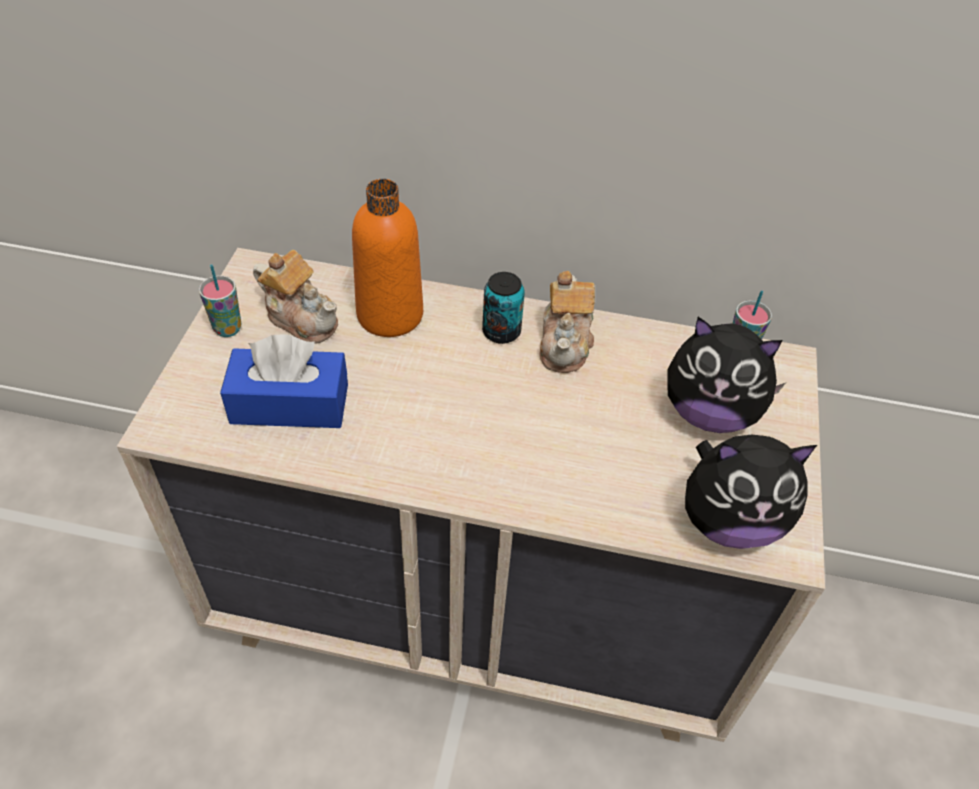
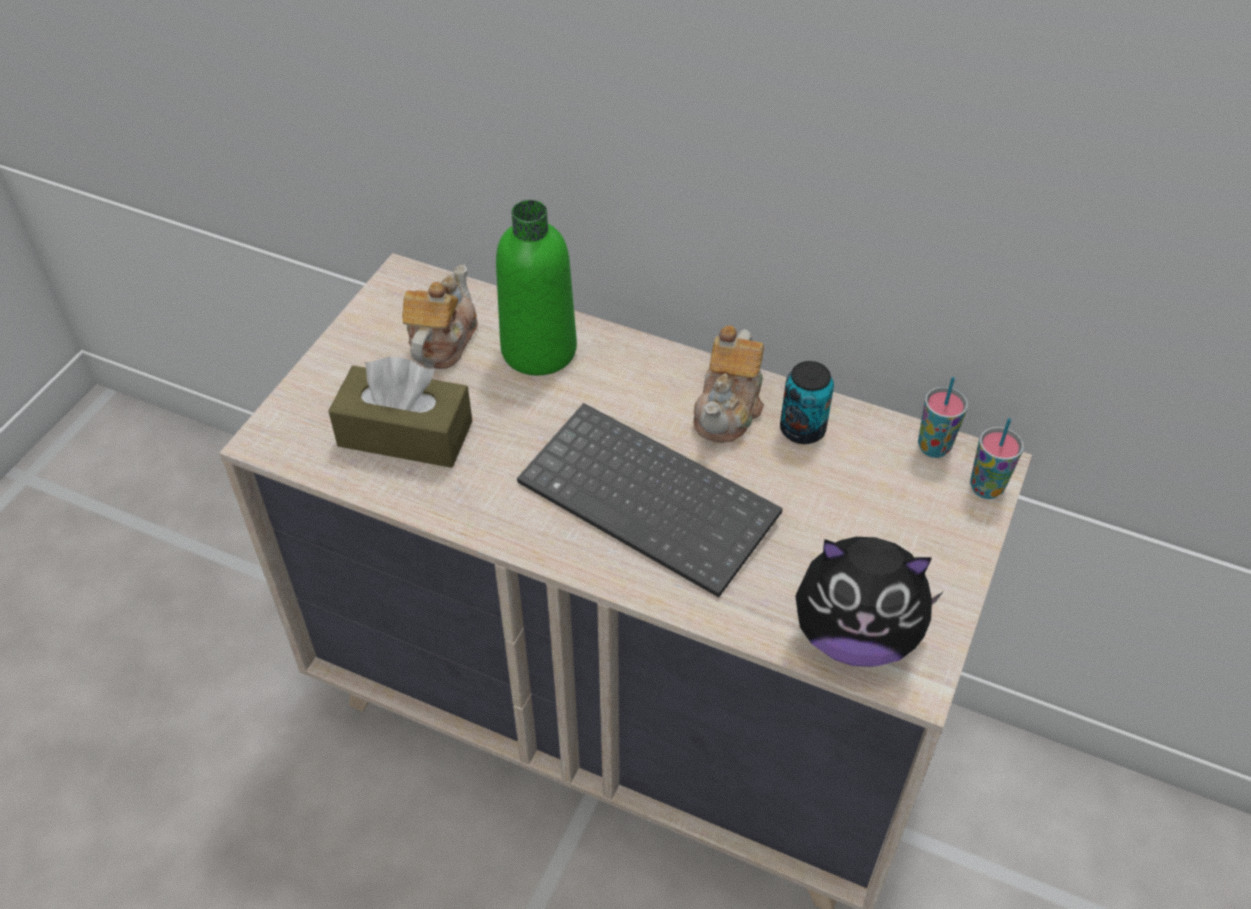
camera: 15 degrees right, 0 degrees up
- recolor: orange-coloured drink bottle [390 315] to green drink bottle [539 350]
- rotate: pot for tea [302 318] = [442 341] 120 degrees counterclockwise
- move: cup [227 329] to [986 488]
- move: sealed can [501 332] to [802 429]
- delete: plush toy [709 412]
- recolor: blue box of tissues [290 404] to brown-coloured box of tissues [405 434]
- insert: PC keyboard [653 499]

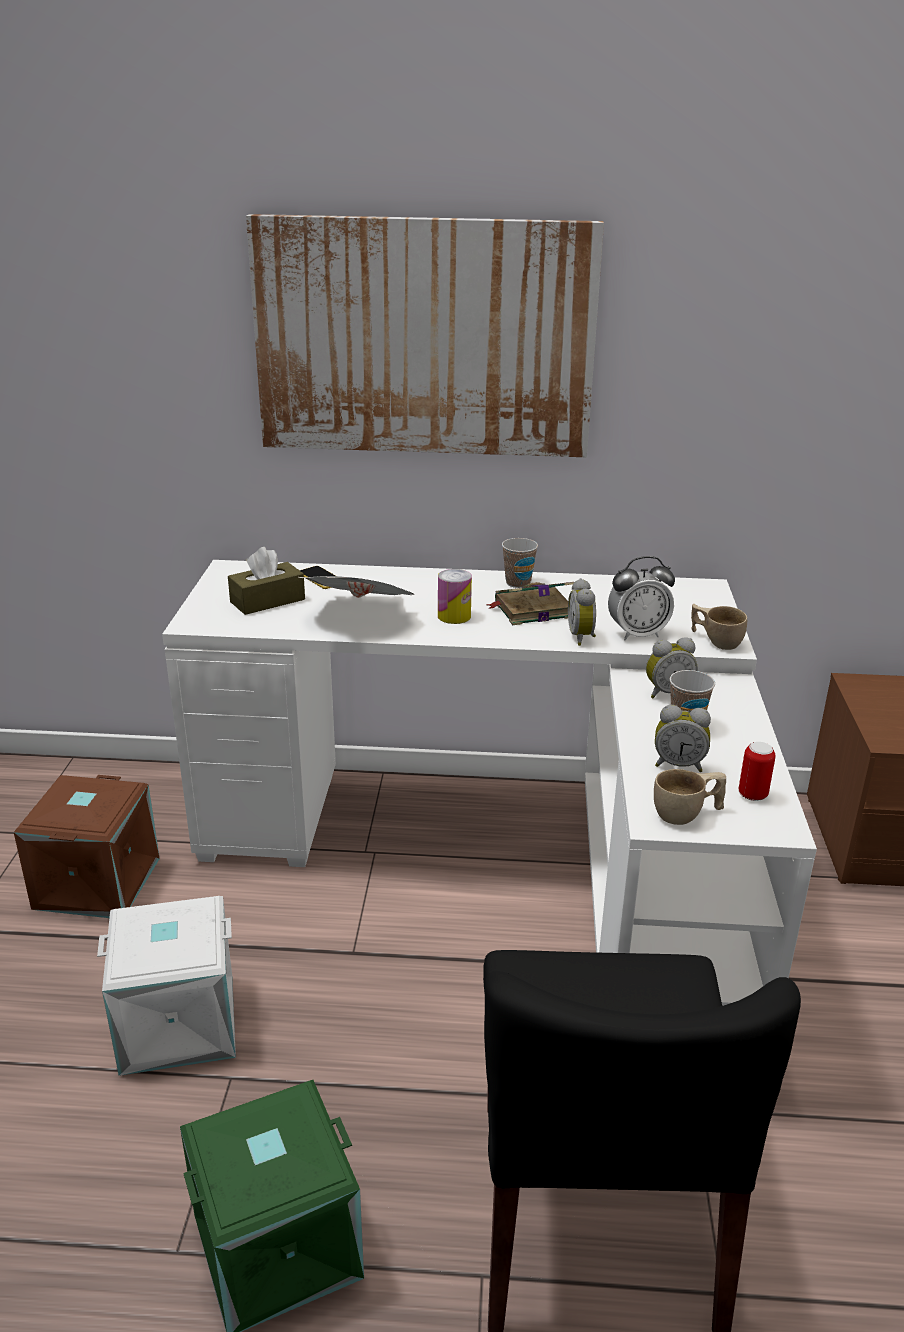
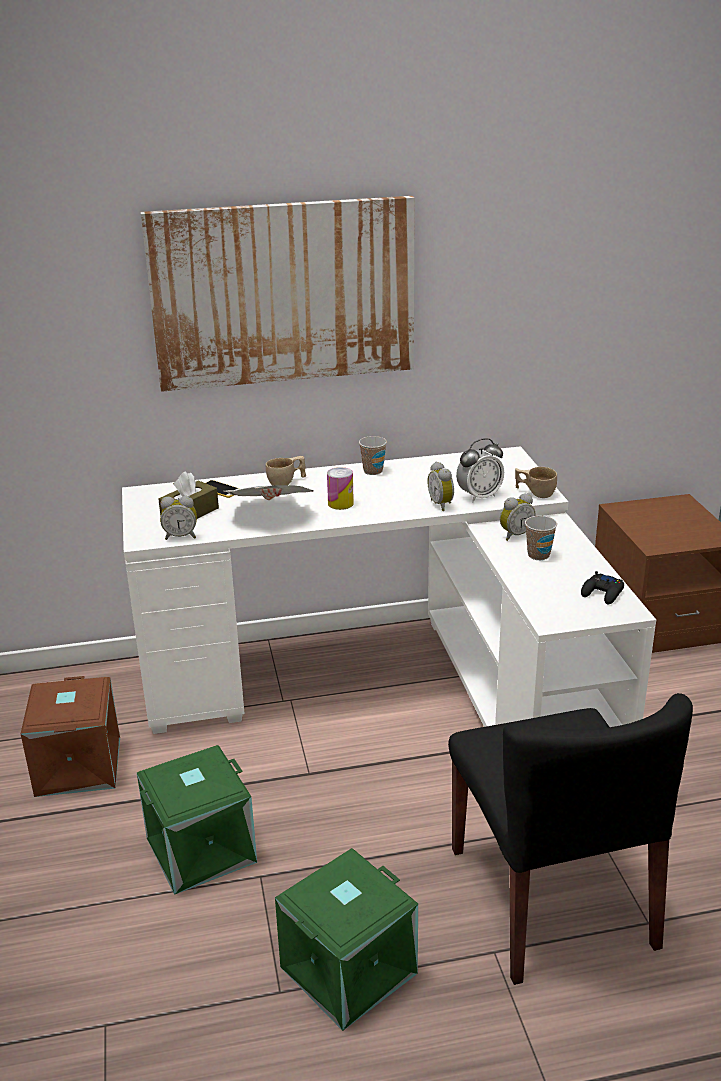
camera: 15 degrees left, 0 degrees up
- delete: book [531 610]
- move: alarm clock [678 764] to [181 536]
- replace: sealed can [752 795] to black-coloured joypad [602 593]
- move: sand-coloured cup [687 814] to [287 482]
- recolor: whitish storage container [177 1025] to green storage container [201 851]

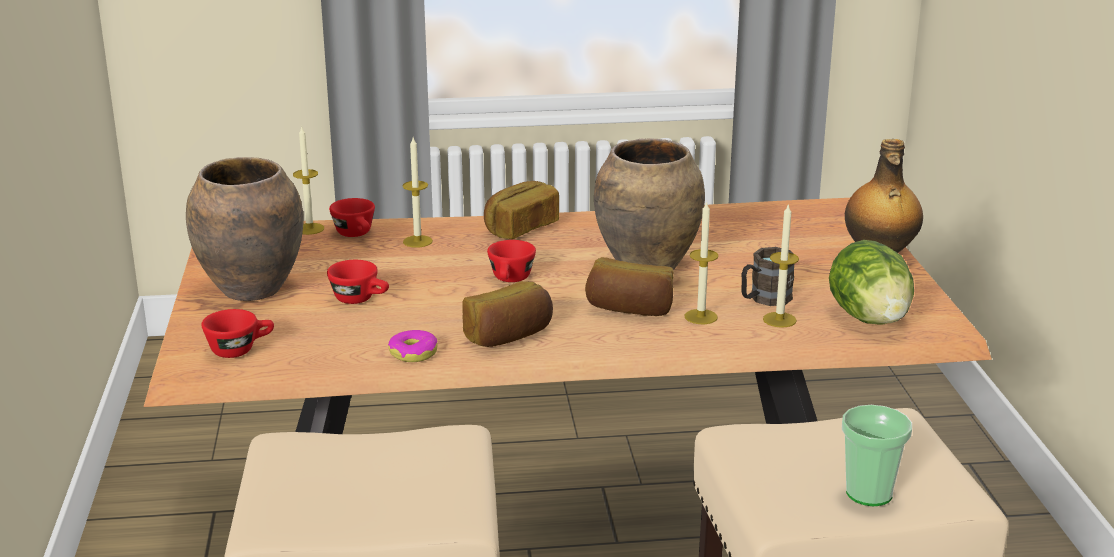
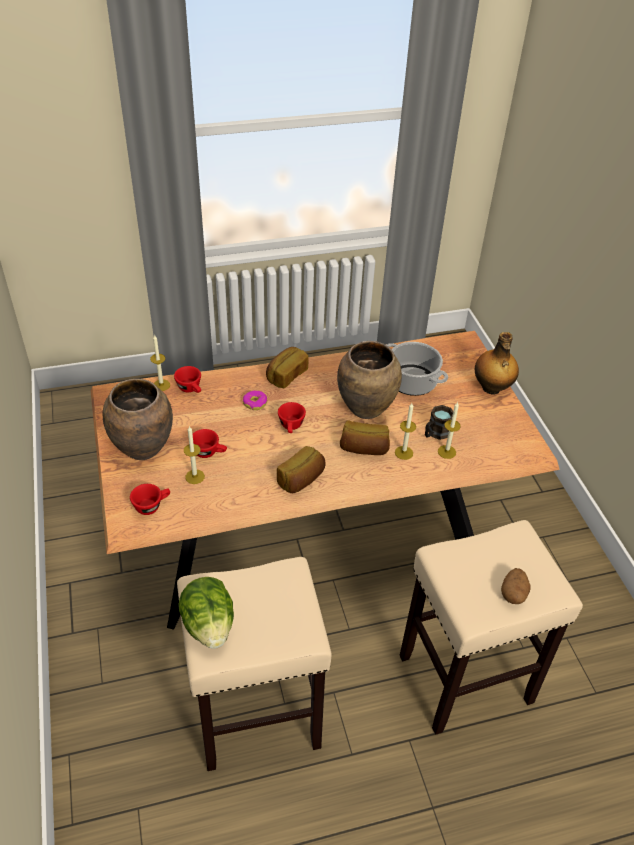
camera: 10 degrees left, 20 degrees up
- move: wax candle [417 241] to [195 476]
- move: head of lettuce [870 319] to [209 625]
- move: doughnut [413 353] to [255 403]
- replace: cup [869 493] to whole potato [513 593]
- insert: stockpot [411 382]

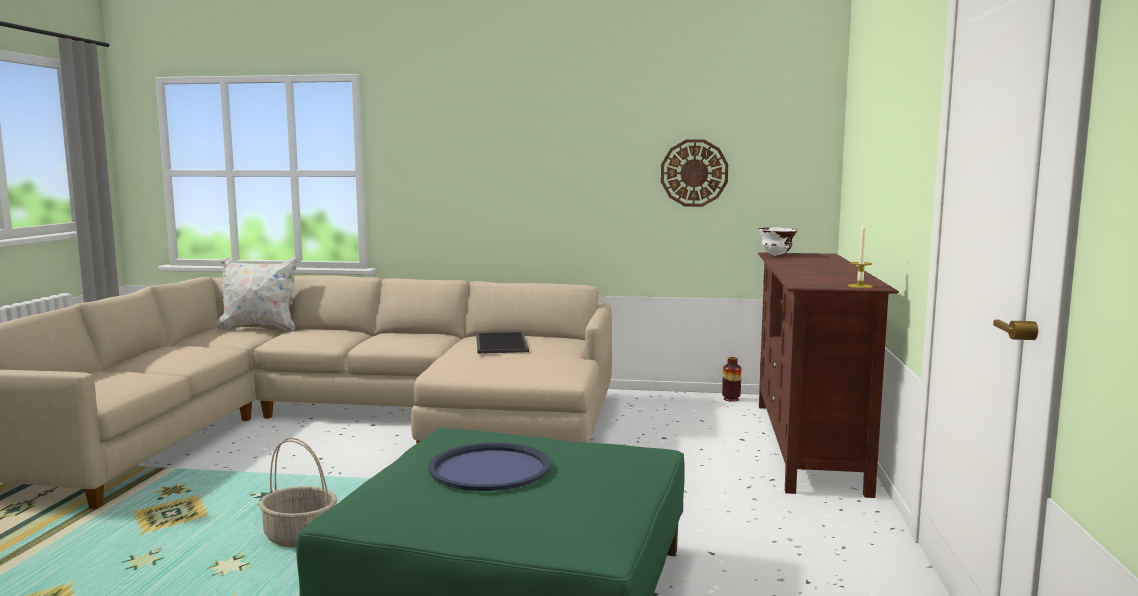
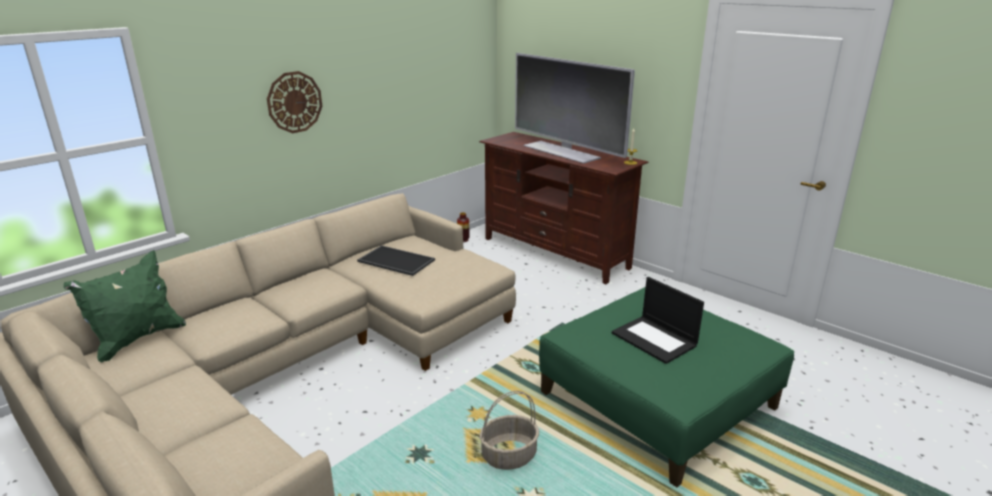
camera: 55 degrees left, 15 degrees up
- move: clock on the wall [694 173] to [294 102]
- delete: whitish serving bowl [777 255]
- recolor: whitish pillow [259 328] to green pillow [137 339]
- replace: blue carrying tray [490 468] to laptop [655 339]
- insert: TV set [562 151]

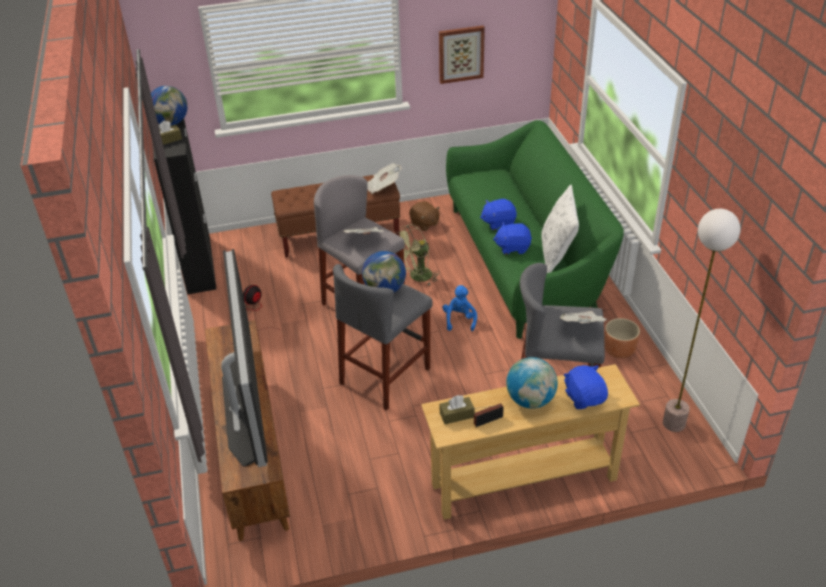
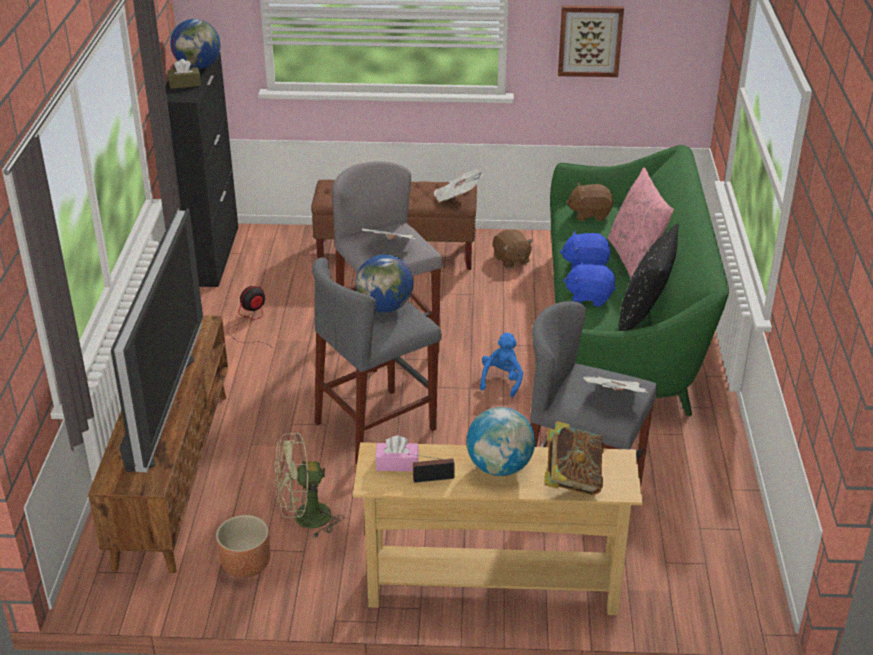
camera: 15 degrees right, 5 degrees down
- recolor: whitish pillow [557 255] to black-coloured pillow [644 316]
- delete: standing lamp [674 423]
- move: green fan [417 277] to [304 519]
- move: brown-coloured planter [619 351] to [246 566]
- replace: blue plush toy [584 397] to book [572 479]
- recolor: brown-coloured box of tissues [456 415] to pink-coloured box of tissues [397 464]
- insert: pink-coloured pillow [635 259]
- insert: brown-coloured plush toy [589 214]

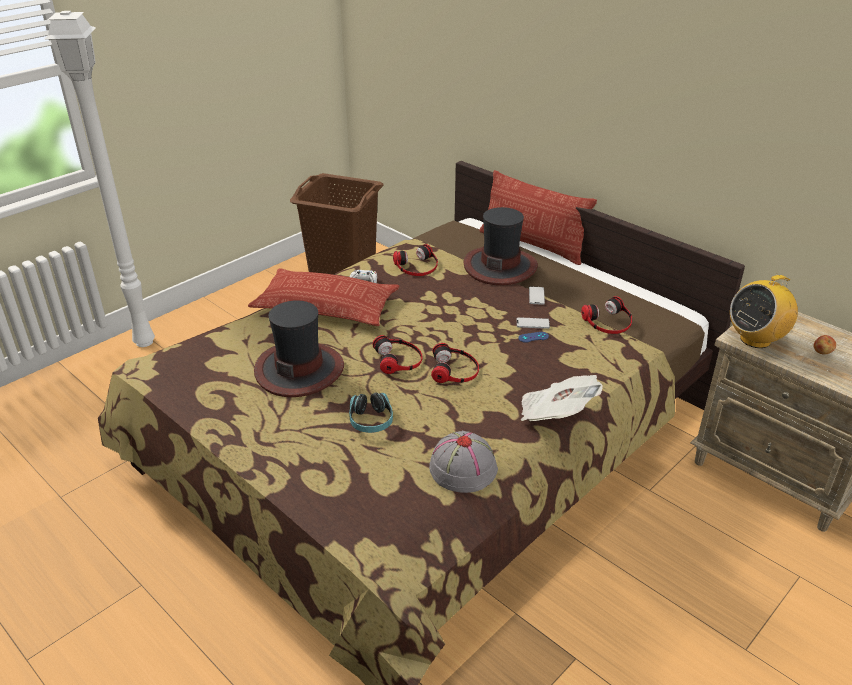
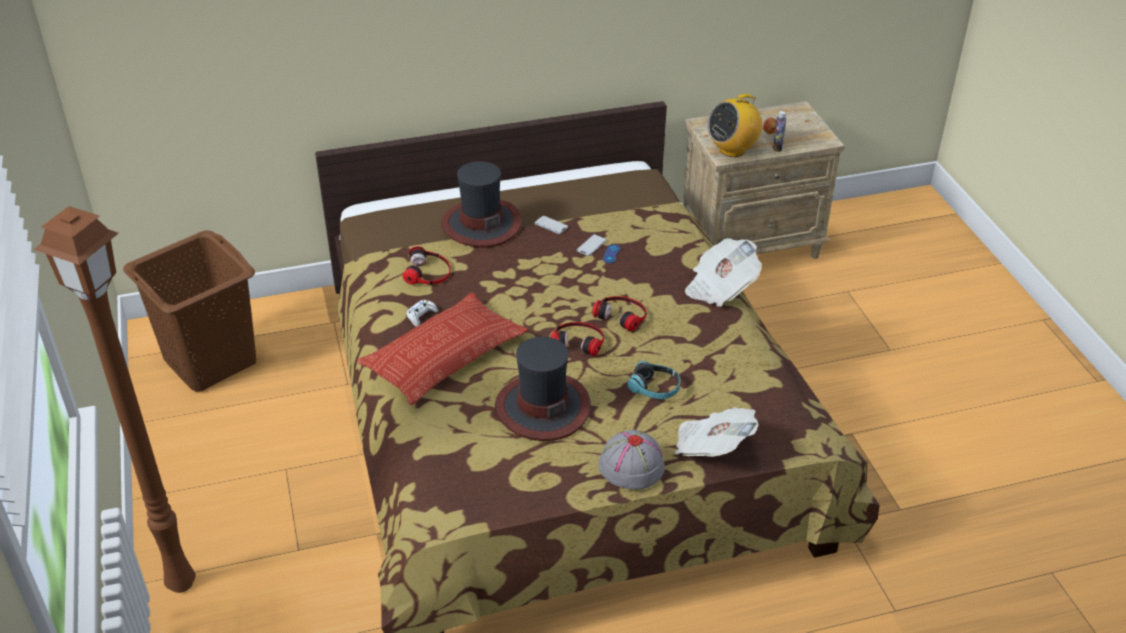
camera: 60 degrees left, 5 degrees up
- recolor: whitish standing lamp [143 343] to brown-coloured standing lamp [181 585]
- delete: pillow [532 244]
- rotate: radio [755 339] = [732 150] 60 degrees clockwise
- delete: headset [608 322]
- move: greyish hat [462 468] to [631 466]
- insert: drink bottle [777 147]
- insert: printed paper [712 447]

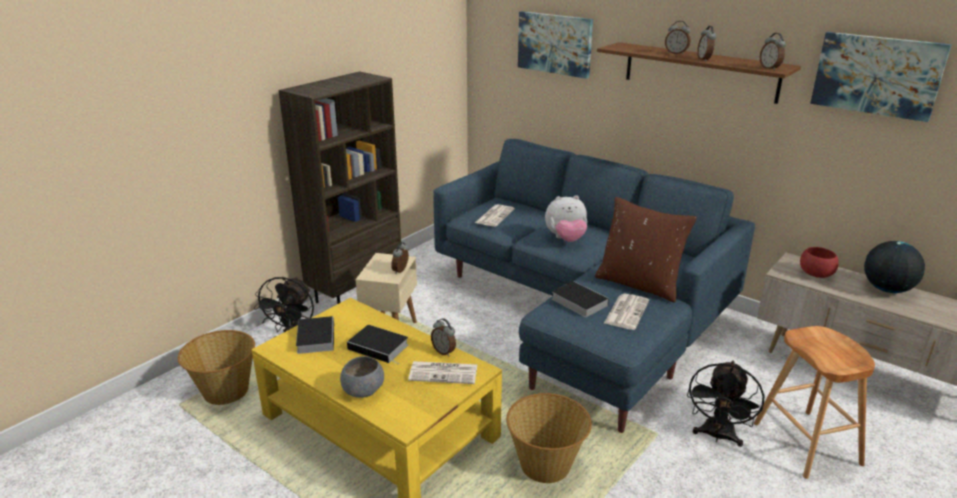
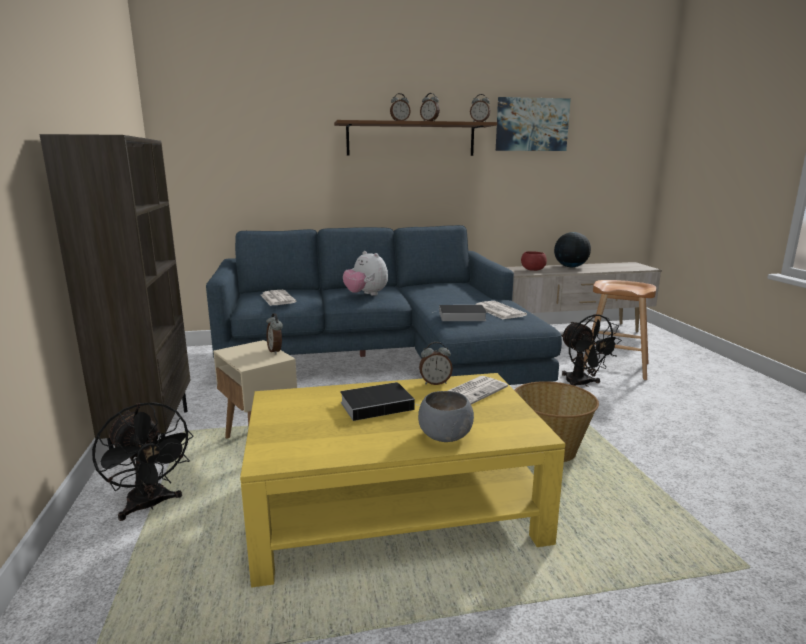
camera: 50 degrees left, 10 degrees down
- delete: picture [555 44]
- rotate: plush toy [566 239] = [366 295] 105 degrees clockwise
- delete: brown-coloured pillow [639 284]
- delete: book [315 337]
- delete: storage basket [225 392]

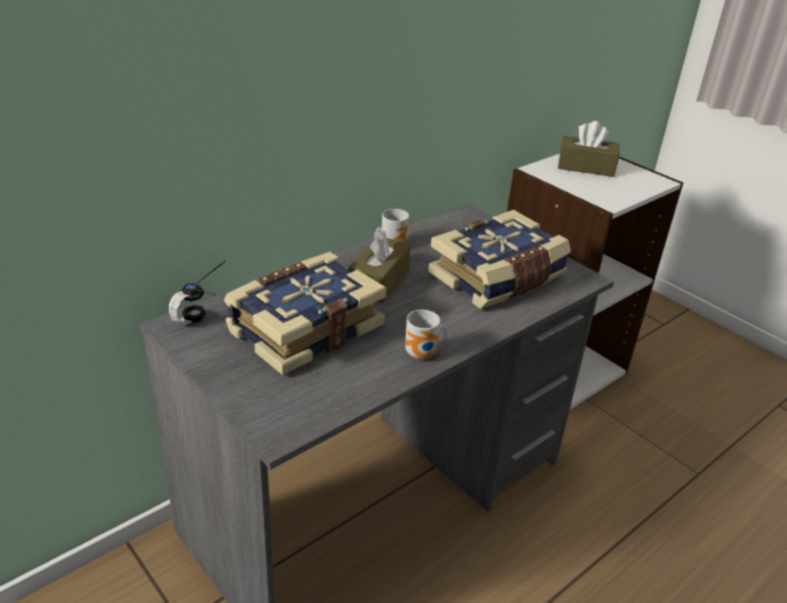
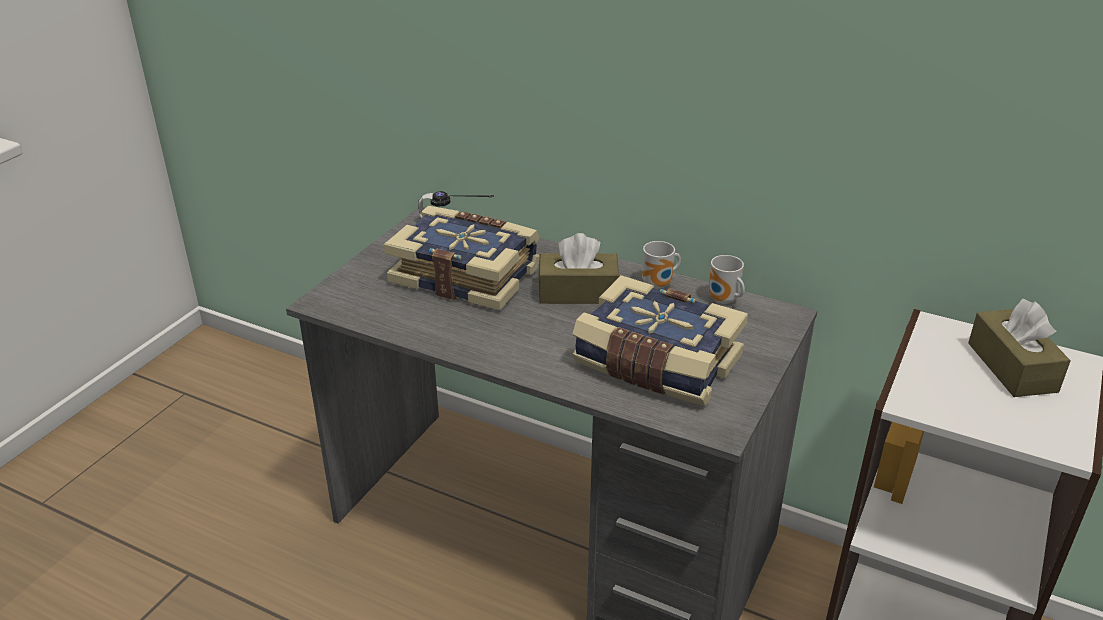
camera: 70 degrees right, 0 degrees up
- move: tea mug [423 355] to [723 301]

